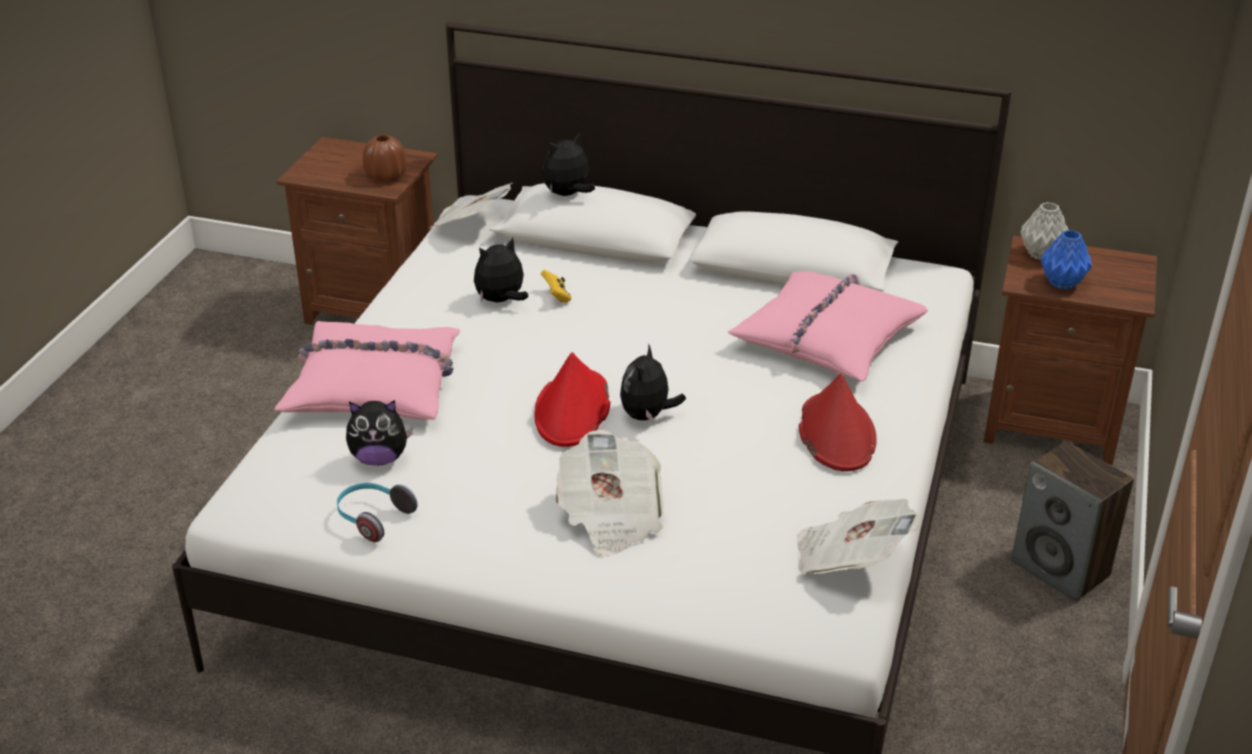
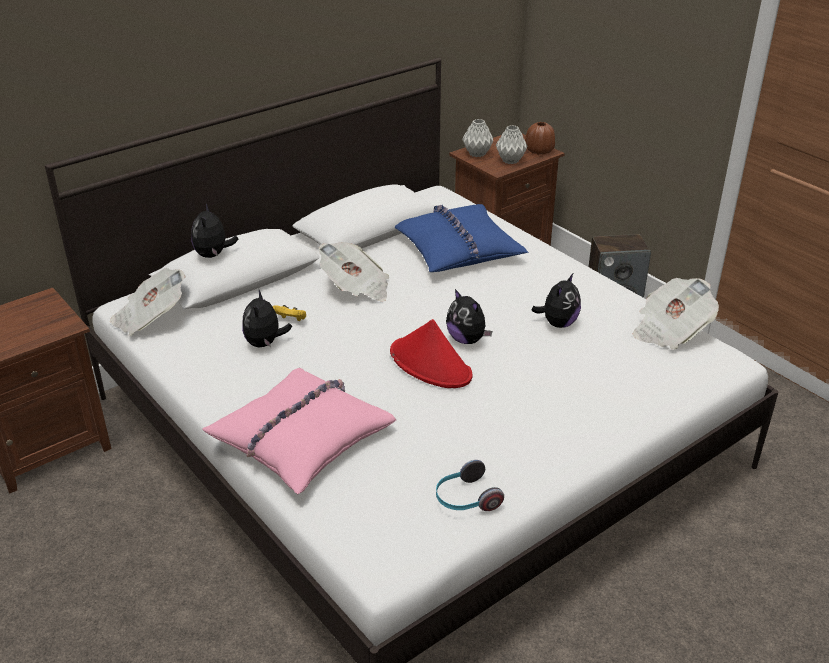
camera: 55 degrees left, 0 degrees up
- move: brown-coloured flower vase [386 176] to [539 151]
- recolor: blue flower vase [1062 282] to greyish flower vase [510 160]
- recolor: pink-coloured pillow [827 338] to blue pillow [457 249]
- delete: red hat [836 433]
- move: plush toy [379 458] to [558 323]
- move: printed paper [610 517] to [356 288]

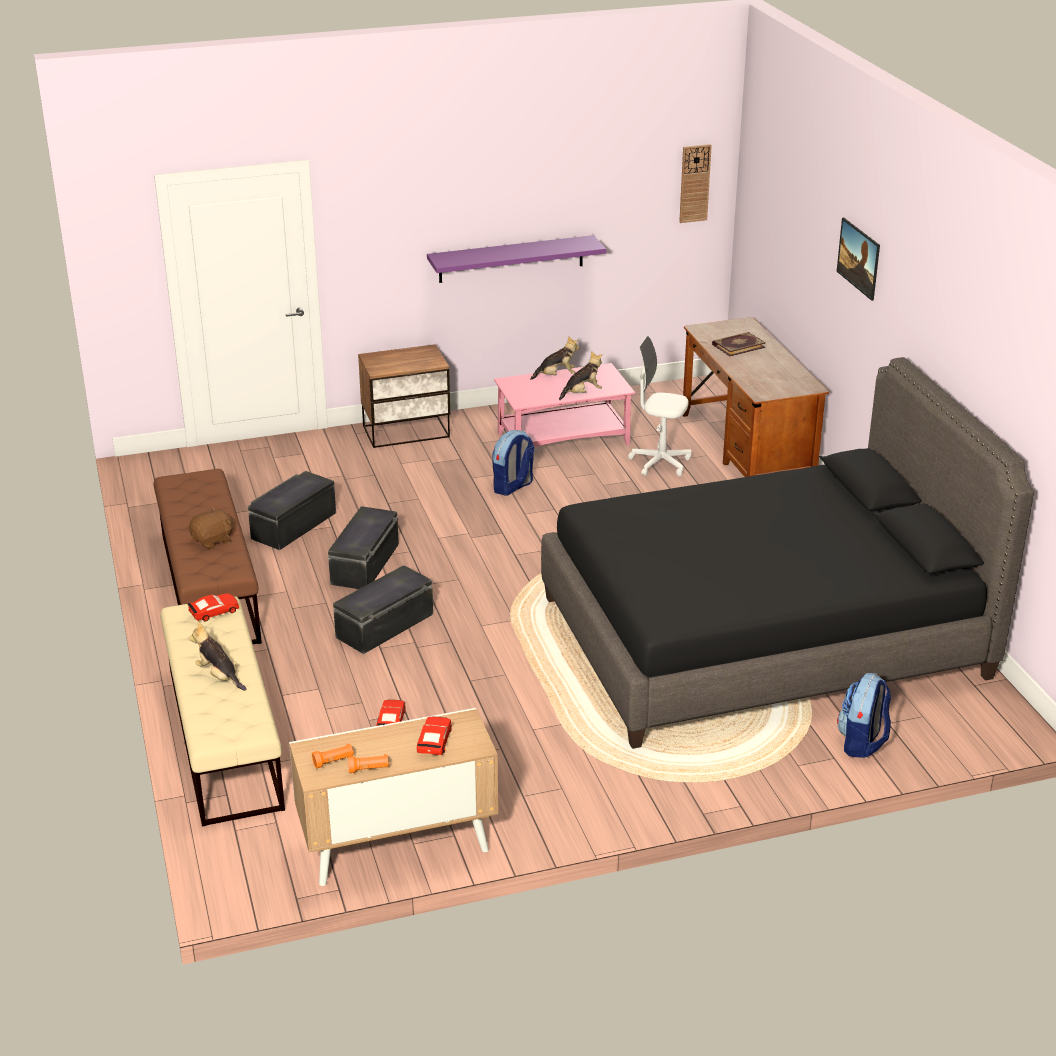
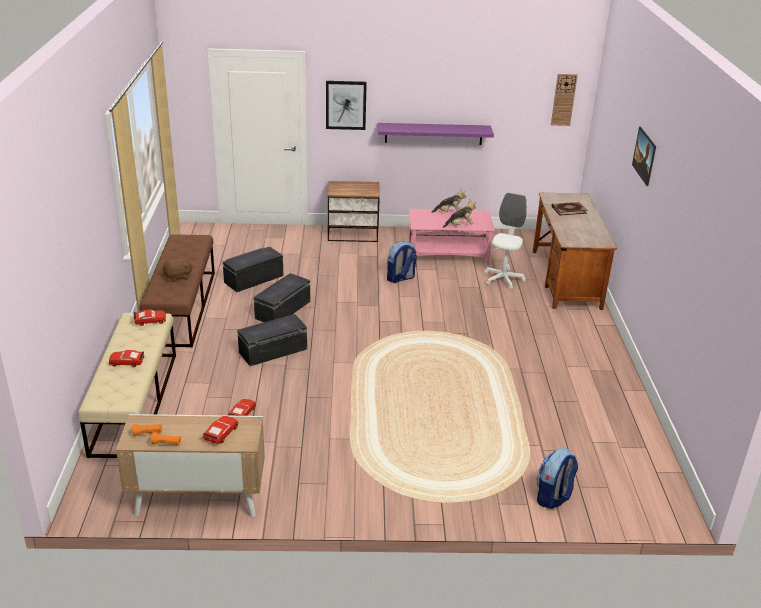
camera: 15 degrees right, 0 degrees up
- rotate: whitish computer chair [660 463] = [503 279] 75 degrees clockwise
- delete: black-coloured bed [762 636]
- replace: plush toy [219 676] to red miniature car [127 362]
- insert: picture [346 105]

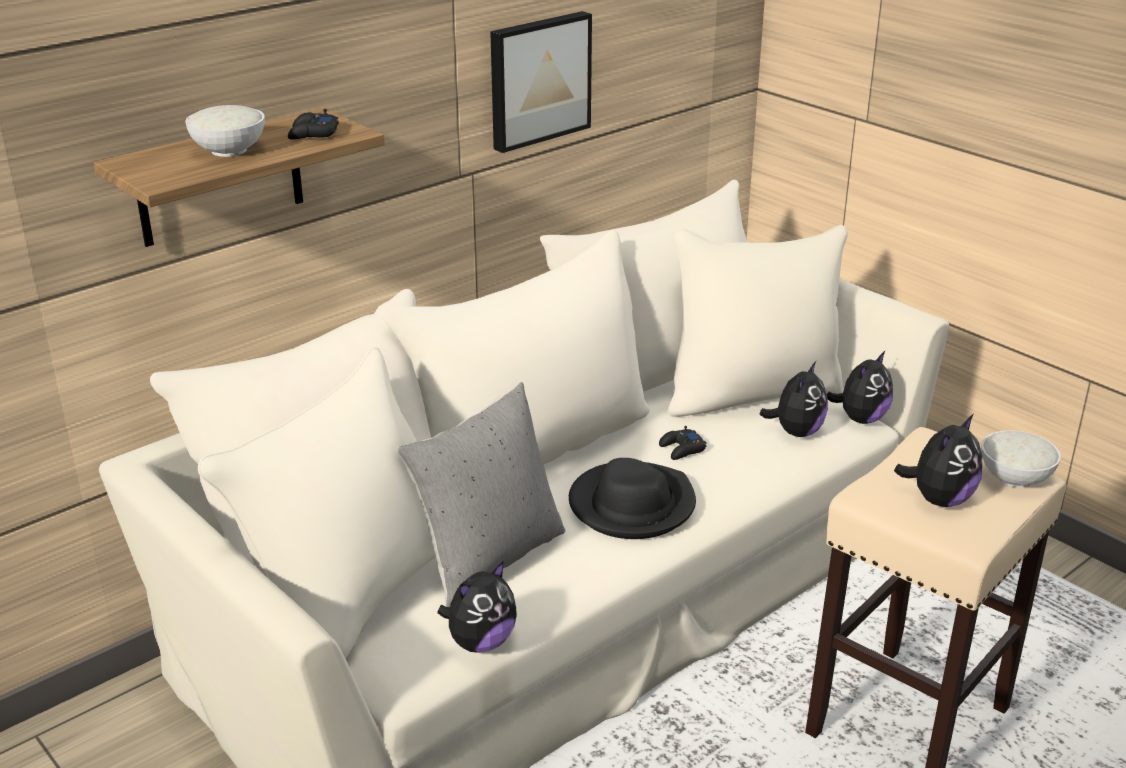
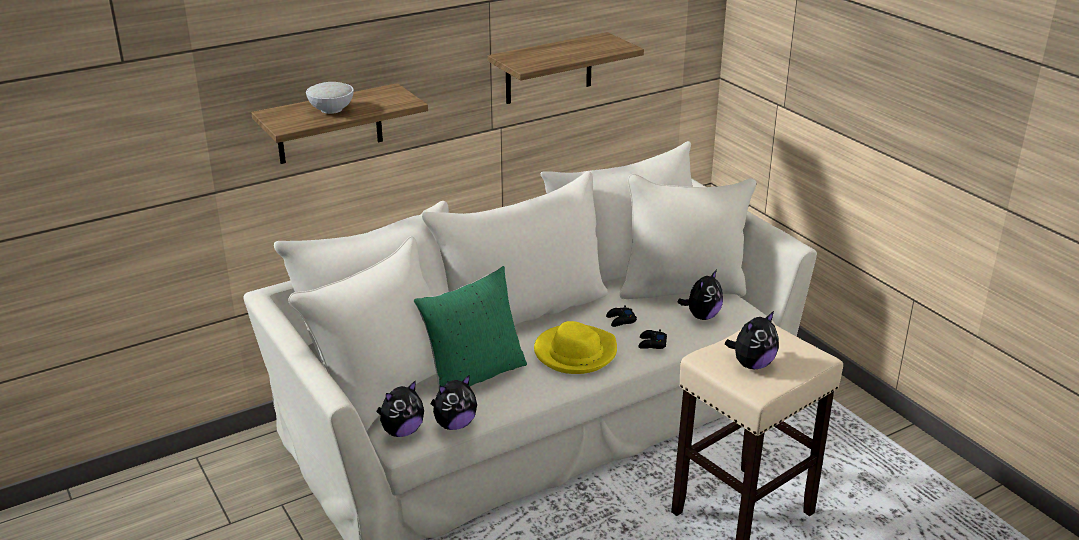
camera: 10 degrees right, 0 degrees up
- replace: picture [538 80] to shelf [549 69]
- move: black-coloured joypad [313 134] to [652 344]
- move: plush toy [860 419] to [402 431]
- recolor: greyish pillow [488 558] to green pillow [474 375]
- delete: whitish serving bowl [1015 478]
- recolor: black-coloured hat [631 505] to yellowish hat [575 352]

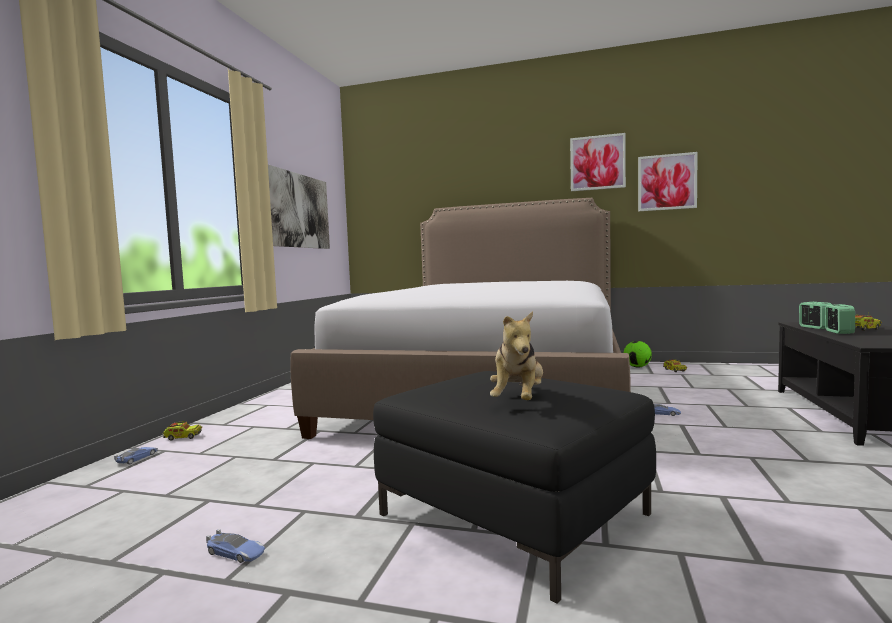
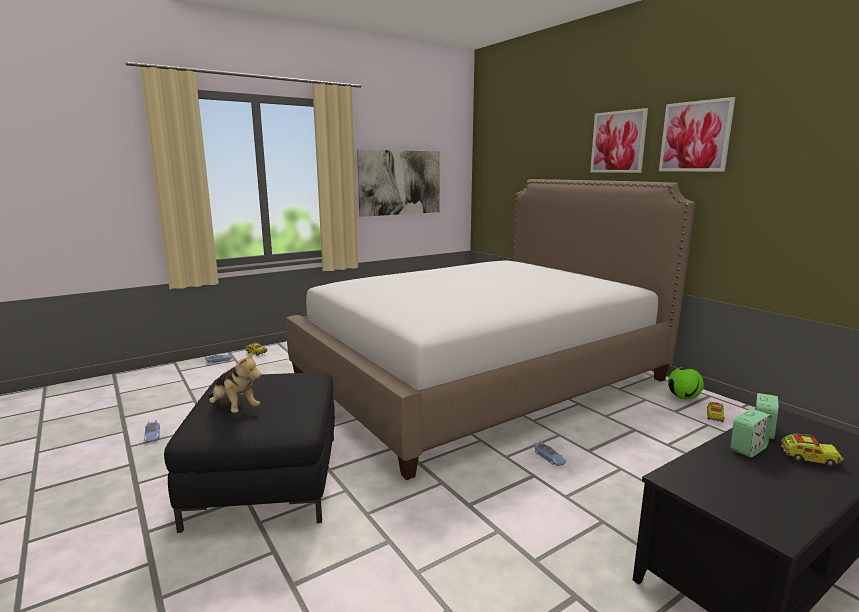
camera: 40 degrees right, 10 degrees up
- move: picture [667 182] to [618 142]
- rotate: plush toy [519 401] = [234 408] 105 degrees counterclockwise

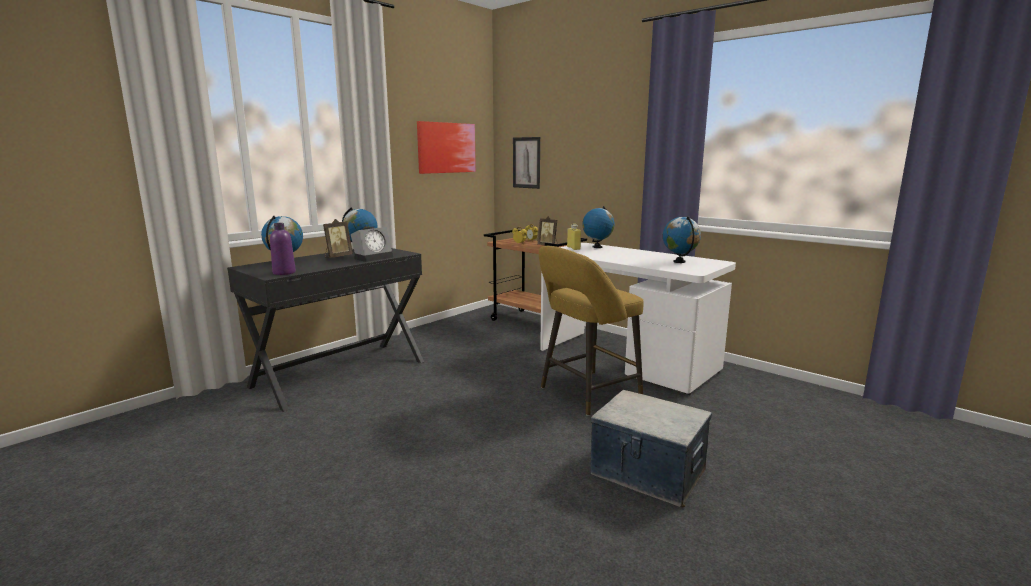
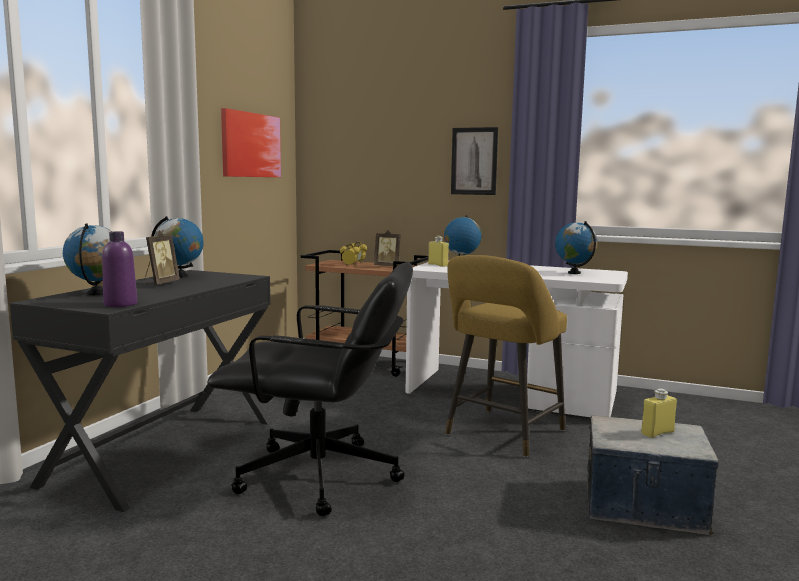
camera: 20 degrees left, 5 degrees down
- move: picture [526 162] to [474 161]
- delete: alarm clock [373 257]
- insert: black-coloured computer chair [320 477]
- insert: yellowish drink bottle [657 433]

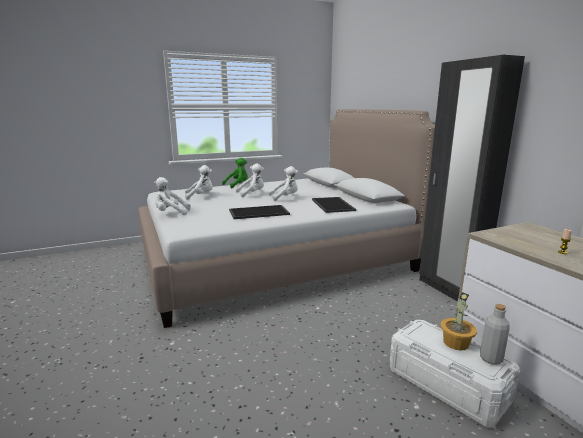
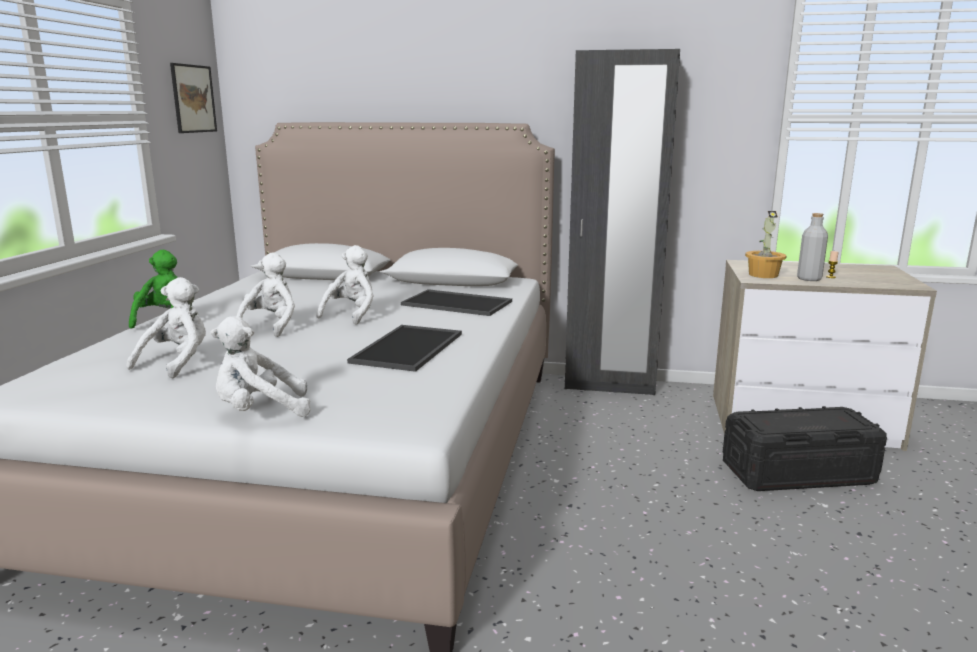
camera: 55 degrees left, 0 degrees up
- rotate: whitish plush toy [171 213] = [260 412] 45 degrees clockwise
- move: houseplant [456 342] to [763 275]
- move: greyish drink bottle [491 358] to [809 279]
- recolor: whitish storage container [447 386] to black-coloured storage container [798 473]
- insert: picture [193 98]

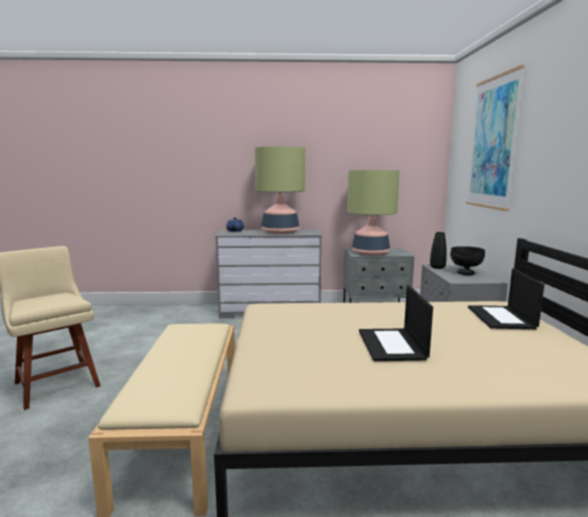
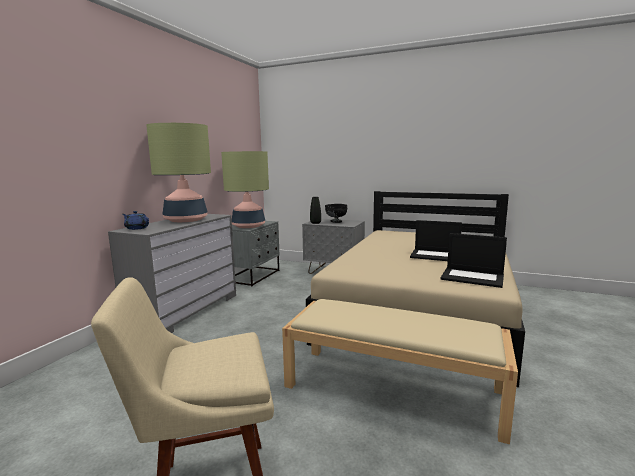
camera: 65 degrees left, 0 degrees up
- delete: picture [493 143]
- move: laptop [502 318] to [473 277]

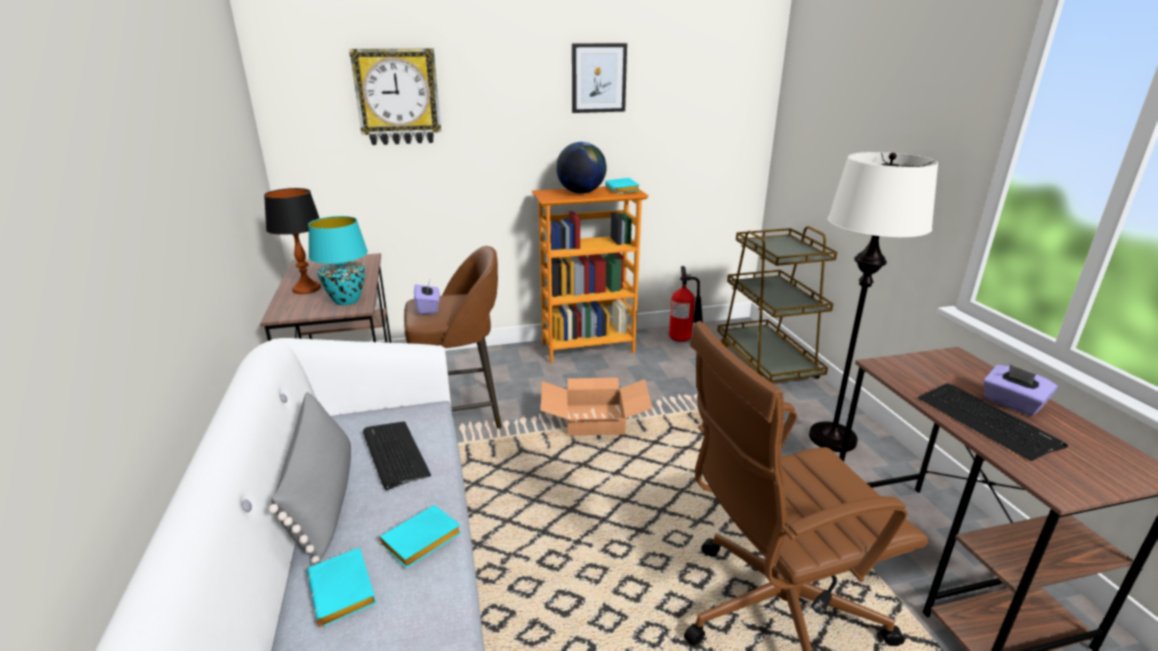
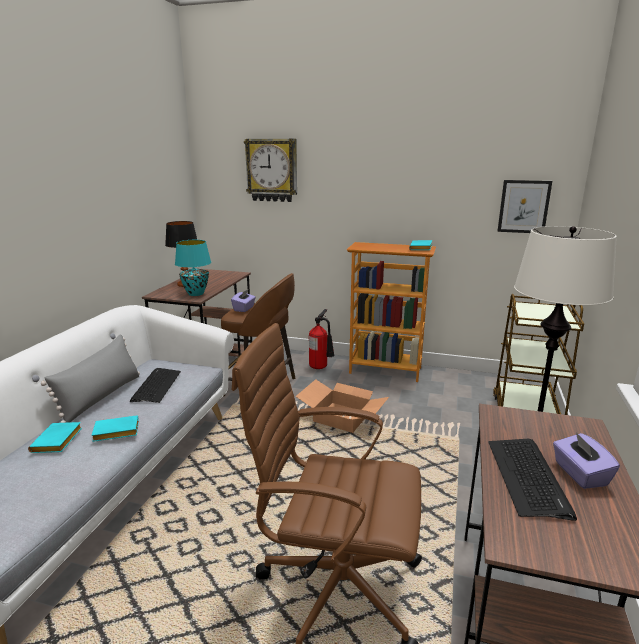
camera: 30 degrees right, 5 degrees down
- move: picture [598 78] to [523 206]
- delete: desk globe [581 192]
- move: fire extinguisher [683 338] to [321 367]

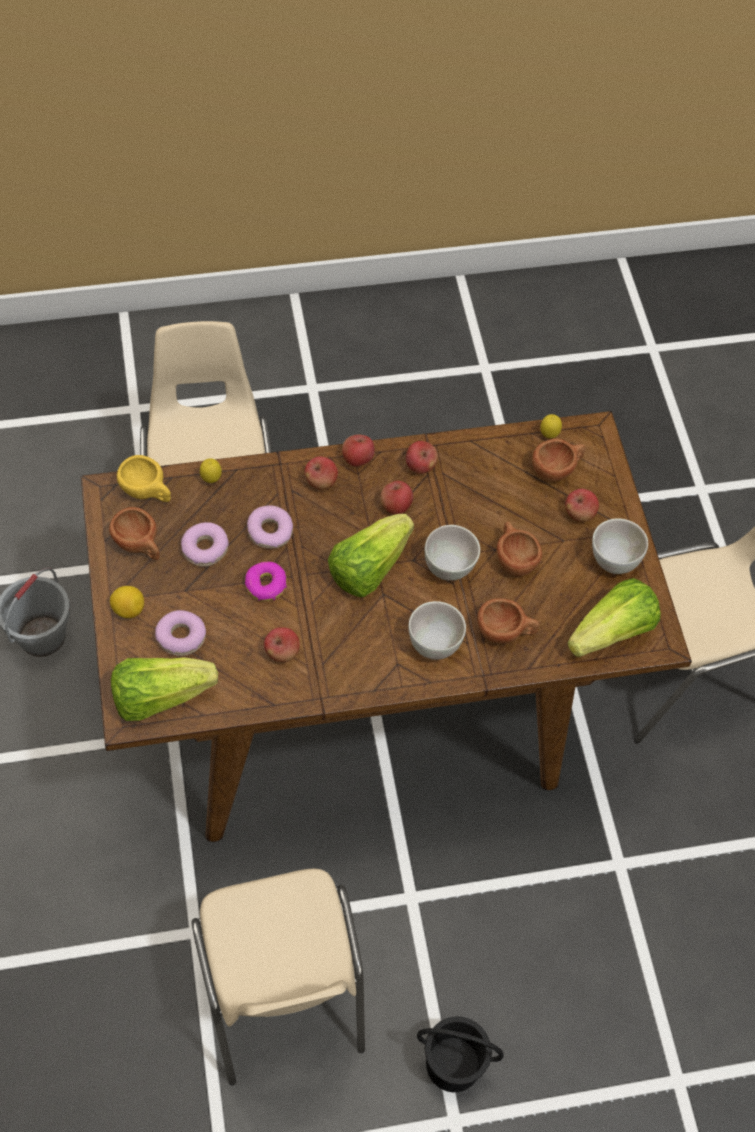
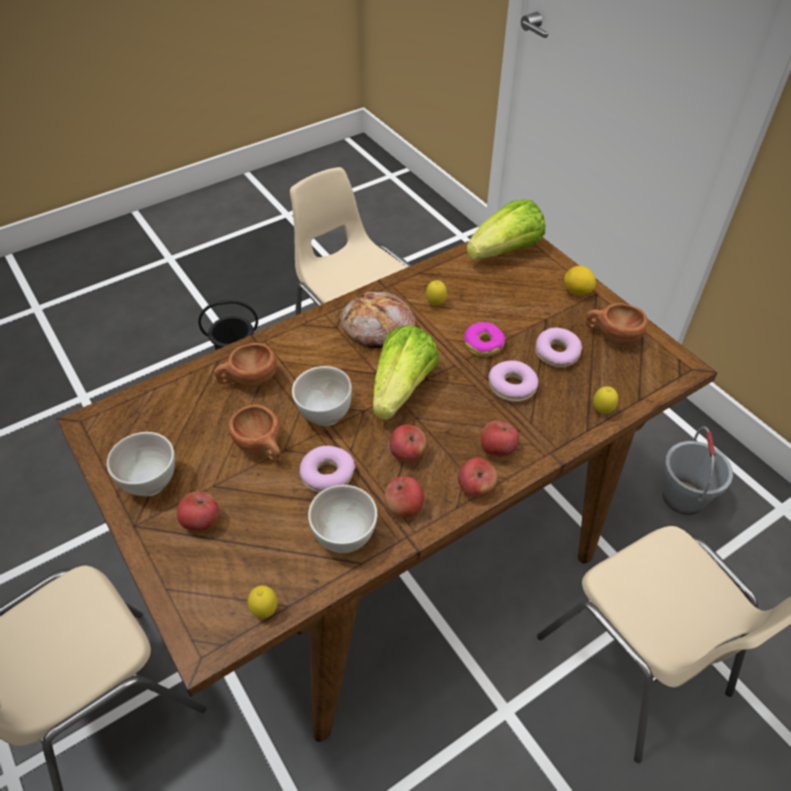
camera: 160 degrees right, 10 degrees down
- delete: brown-coloured cup [557 469]
- delete: yellowish cup [147 492]
- delete: head of lettuce [612 632]
- move: whitish serving bowl [434 645] to [345 538]
- move: doughnut [181 637] to [328 475]
- replace: apple [282 652] to citrus fruit [435 304]
- insert: bread [378 329]

